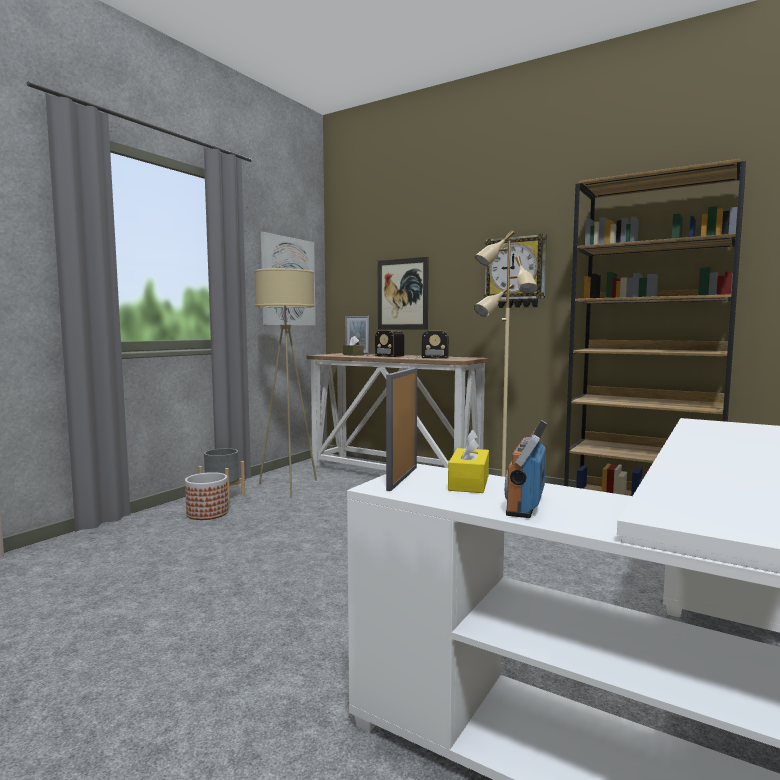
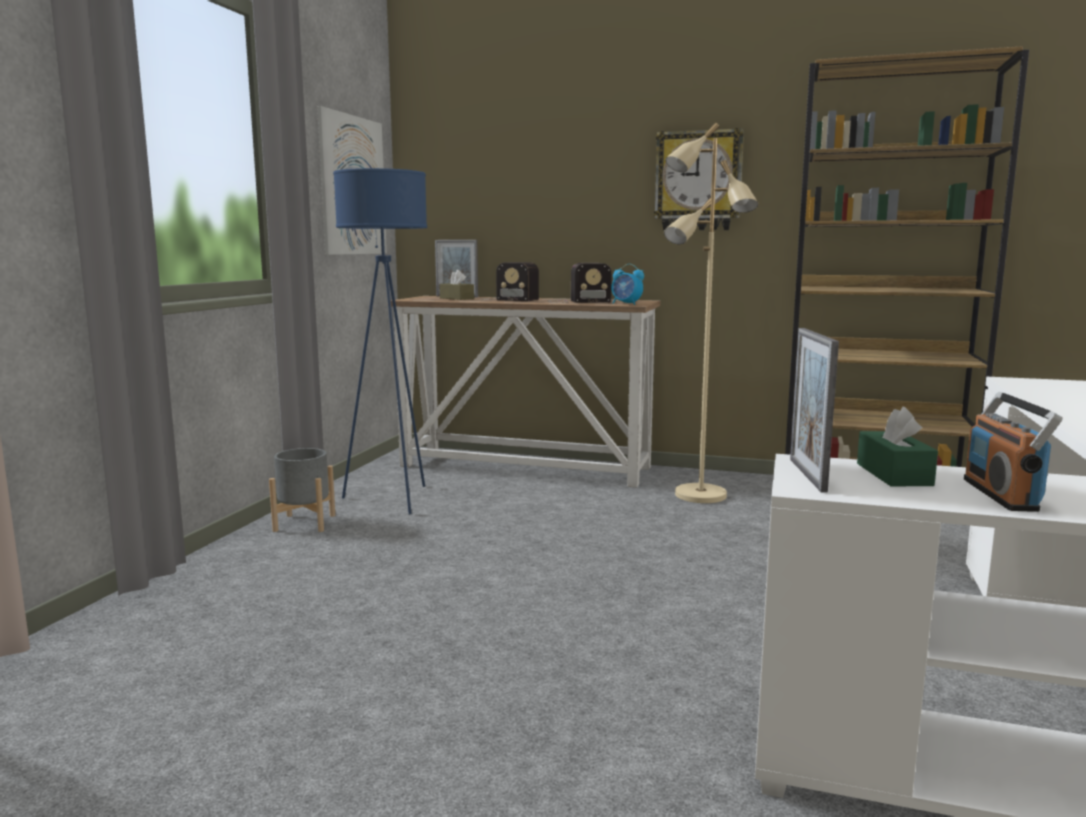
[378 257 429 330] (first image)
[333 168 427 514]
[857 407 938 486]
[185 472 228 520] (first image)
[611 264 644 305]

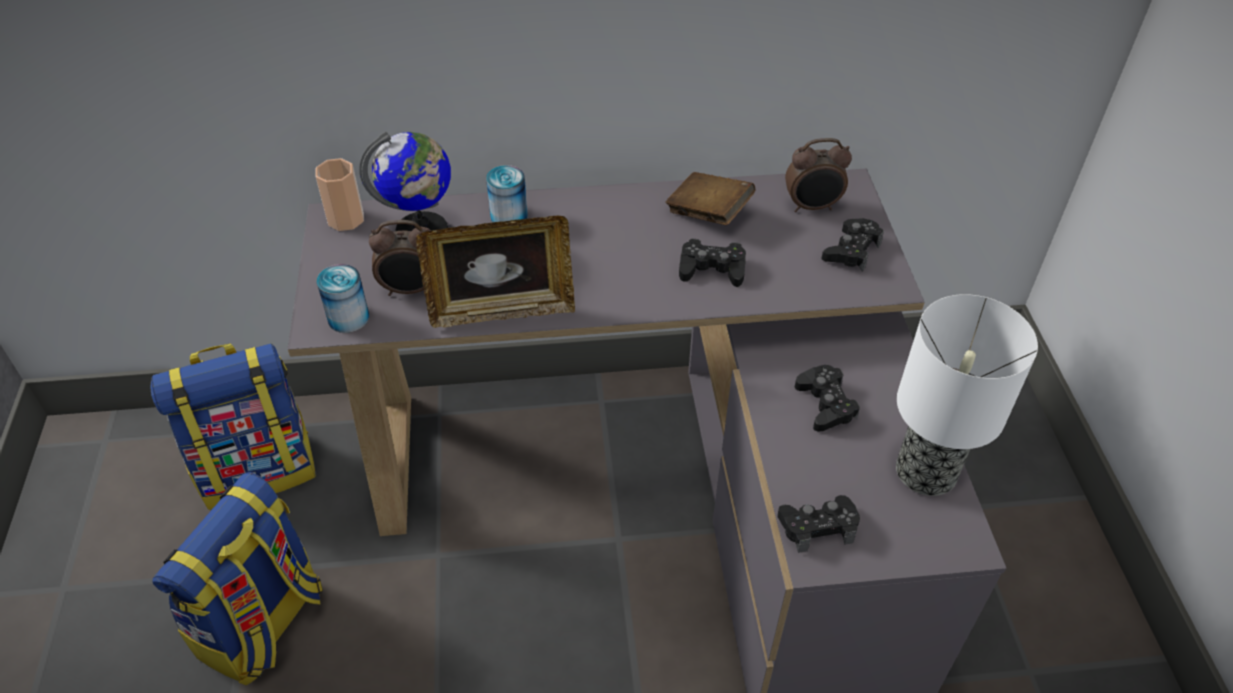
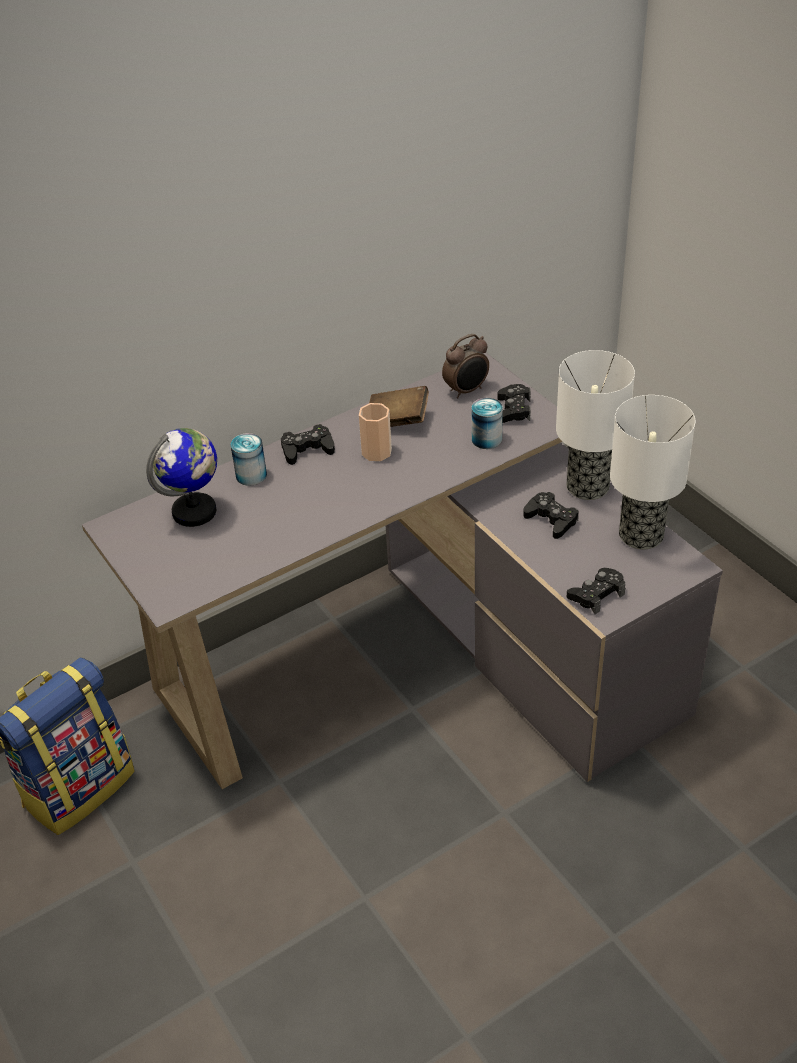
[359 403 392 461]
[416 216 575 328] (first image)
[369 220 431 296] (first image)
[281 424 335 465]
[472 398 503 449]
[152 472 323 685] (first image)
[556 350 635 500]

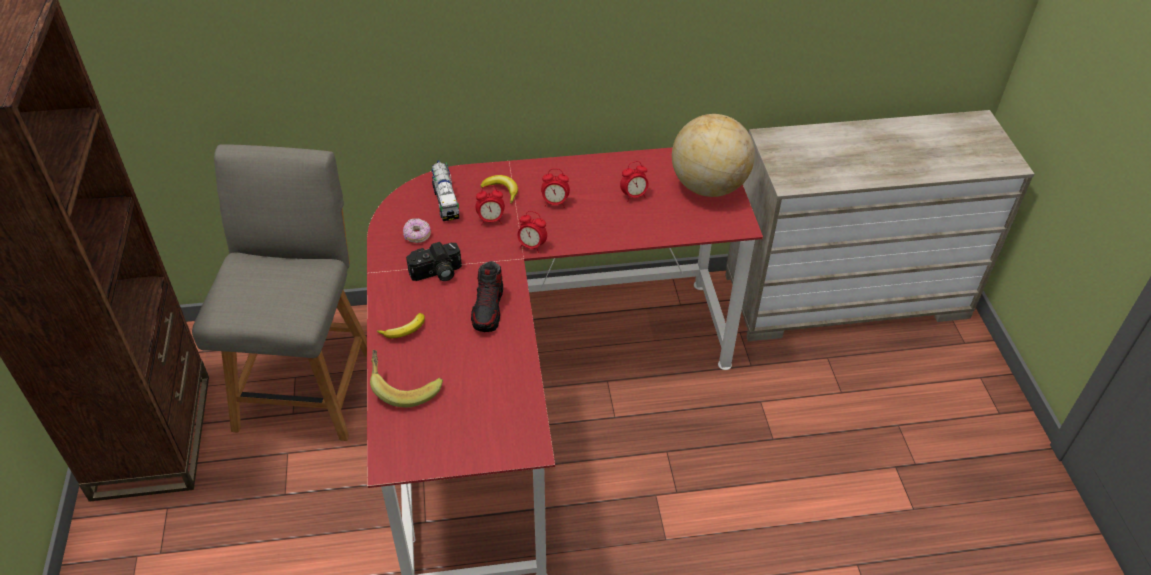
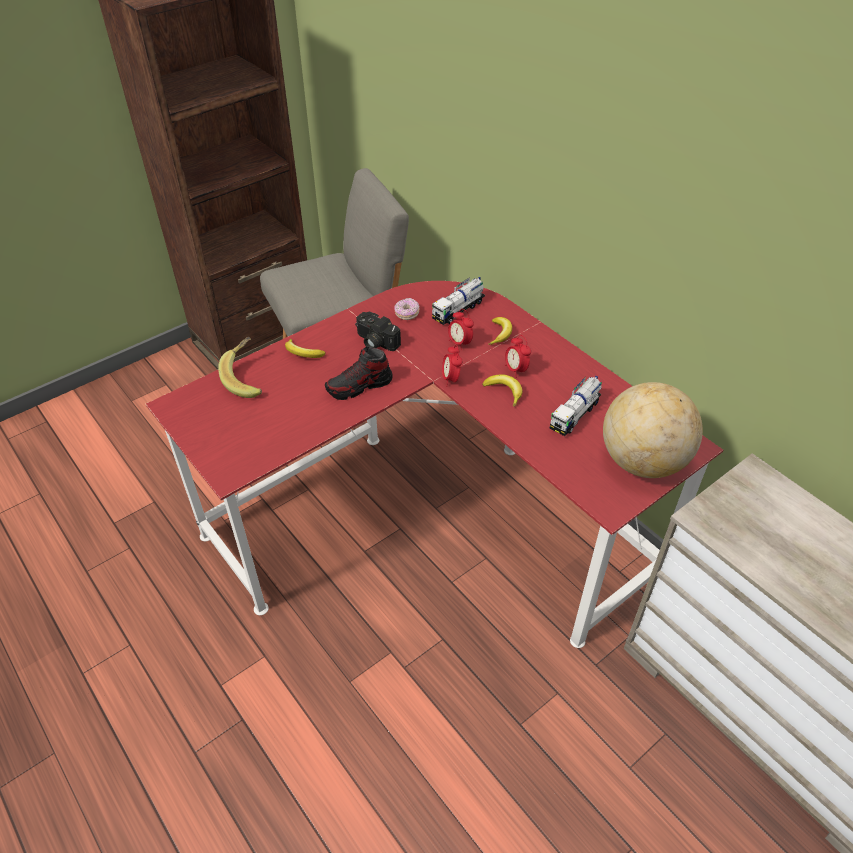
[550 376 602 436]
[483 374 522 406]

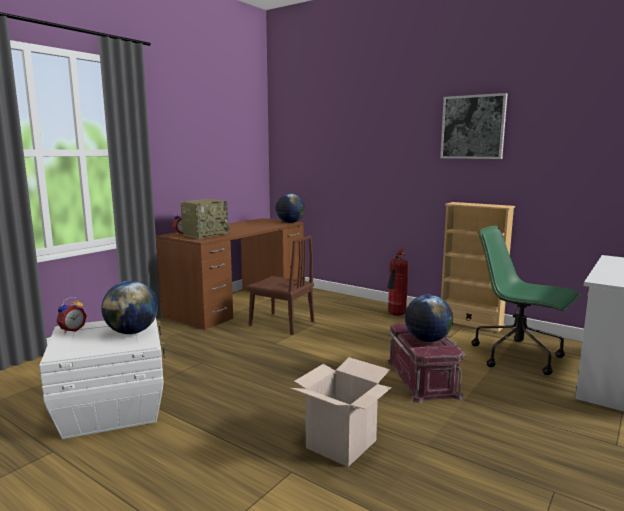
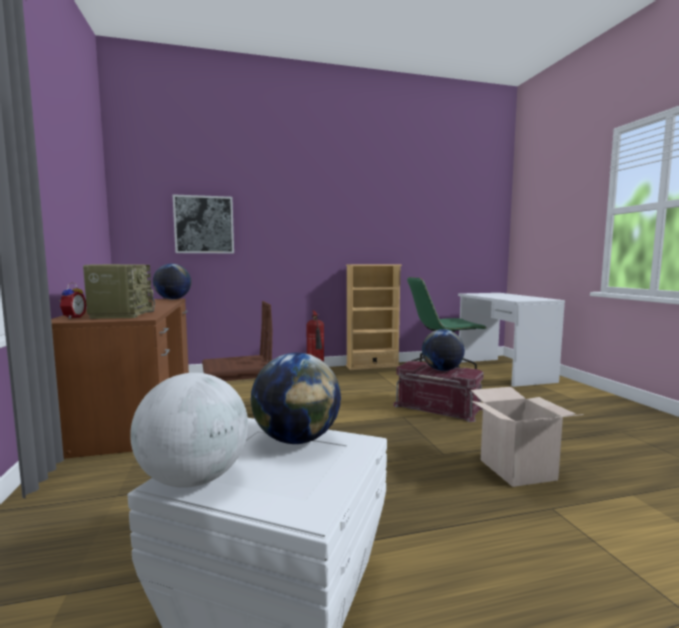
[172 194 234 253]
[130 373 248 488]

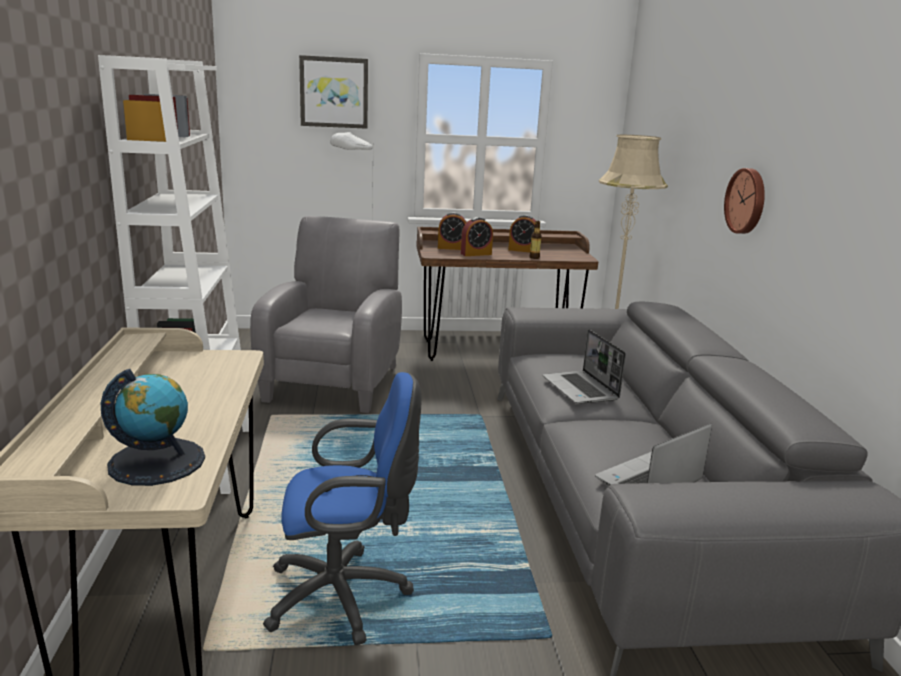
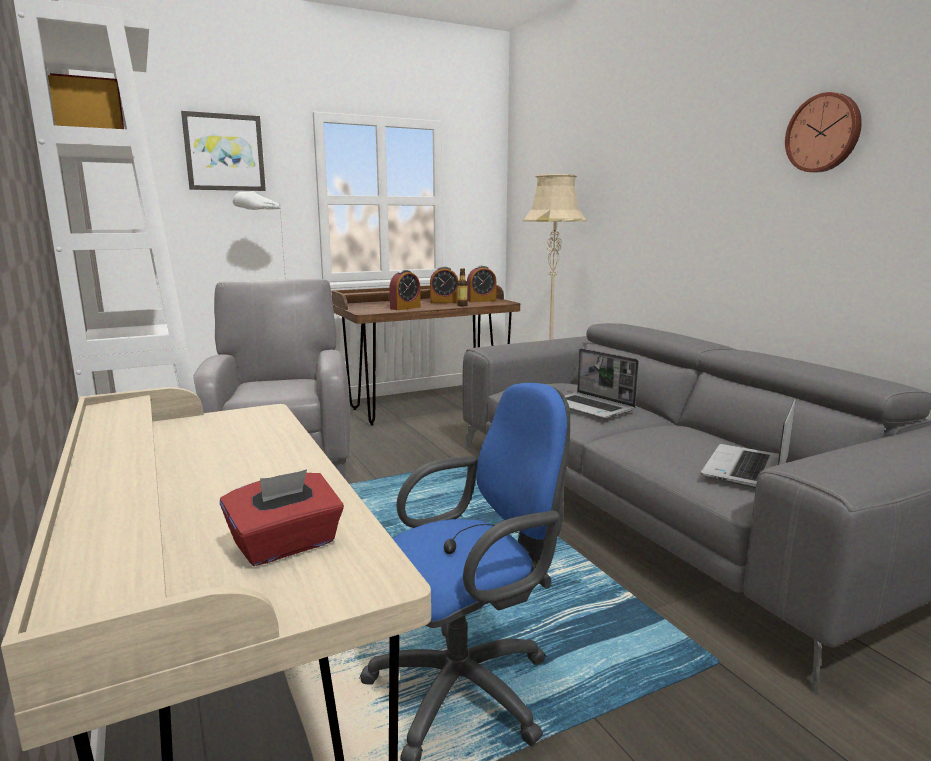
[785 92 862 172]
[467 266 497 302]
[220 469 344 566]

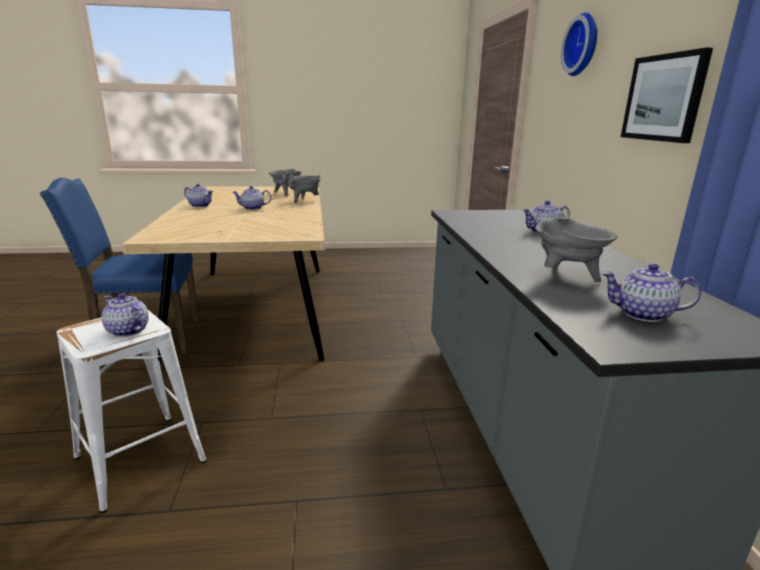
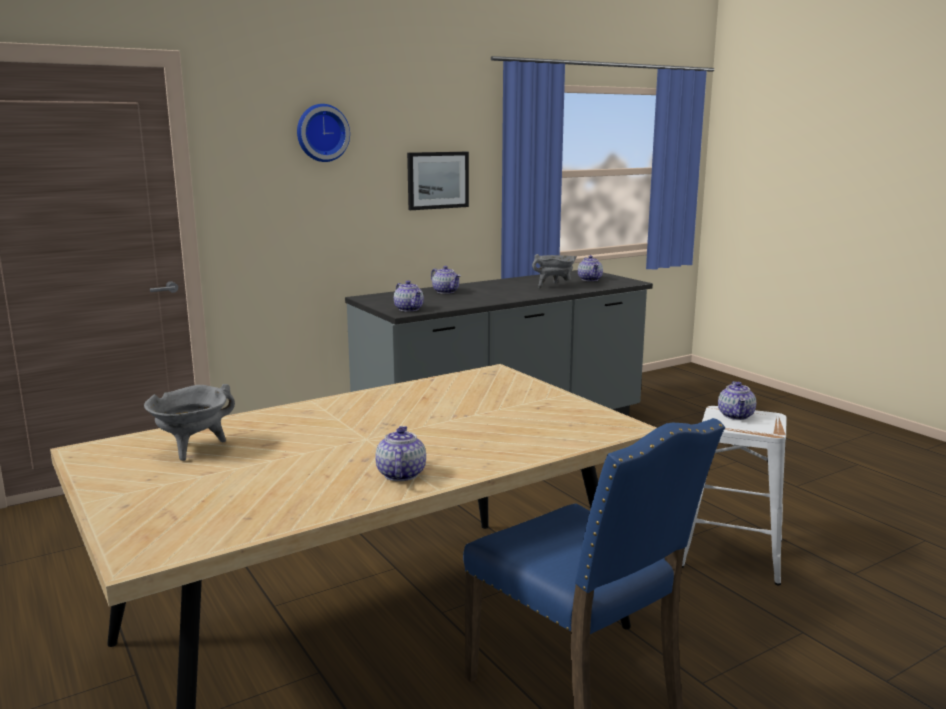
[287 175 320 203] (first image)
[394 280 424 312]

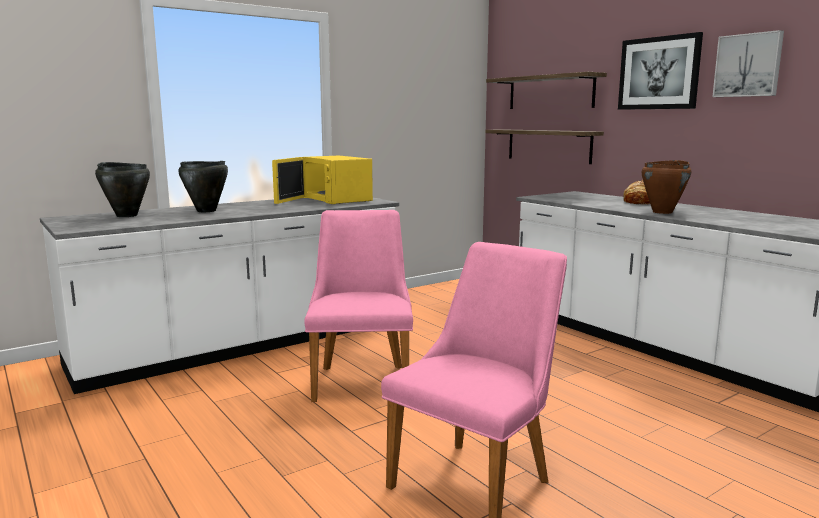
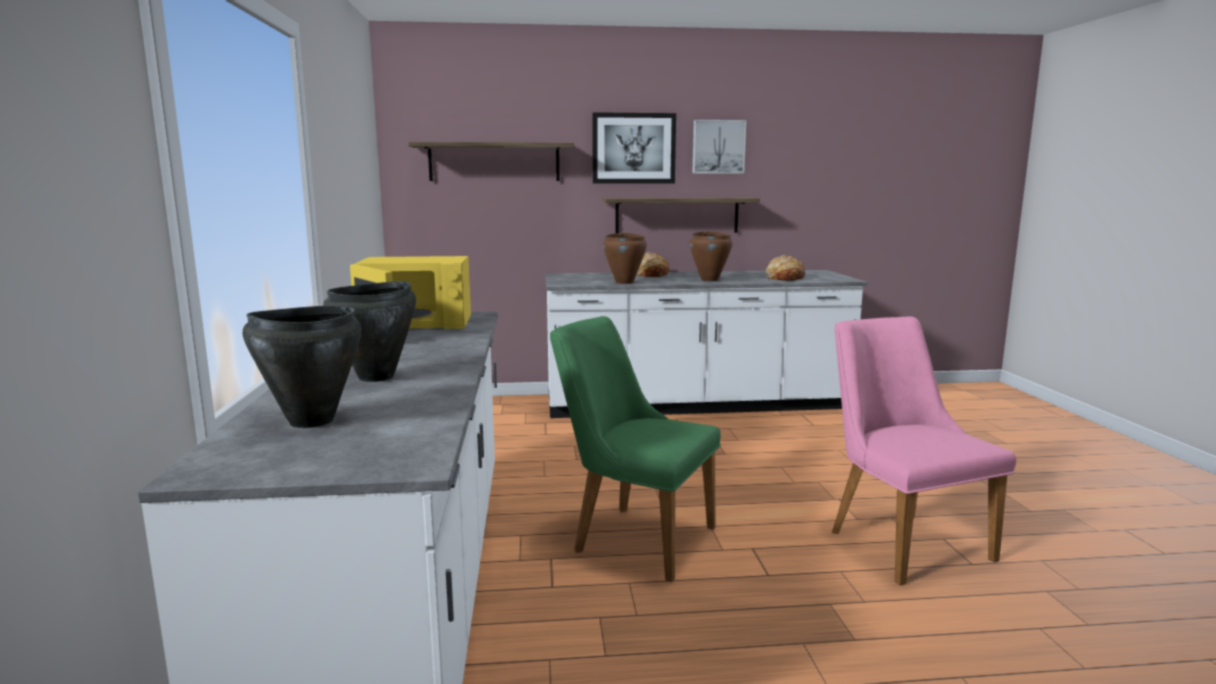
[603 198 760 233]
[550 316 721 582]
[603 233 647 284]
[765 255 805 281]

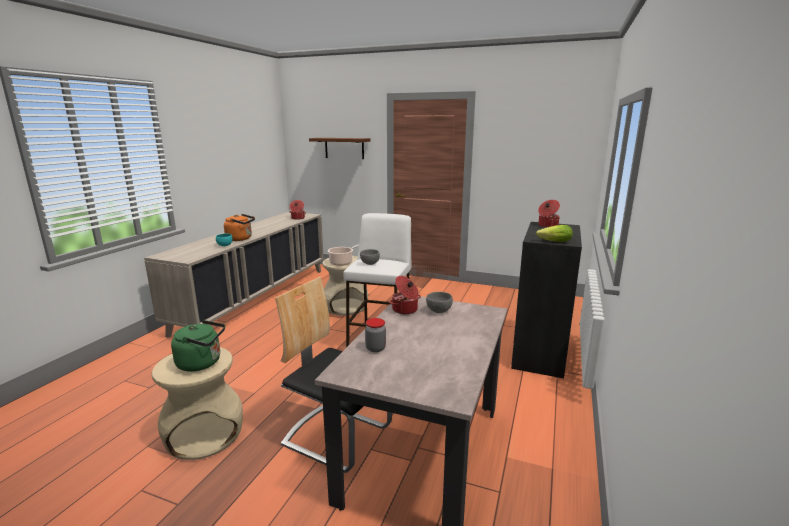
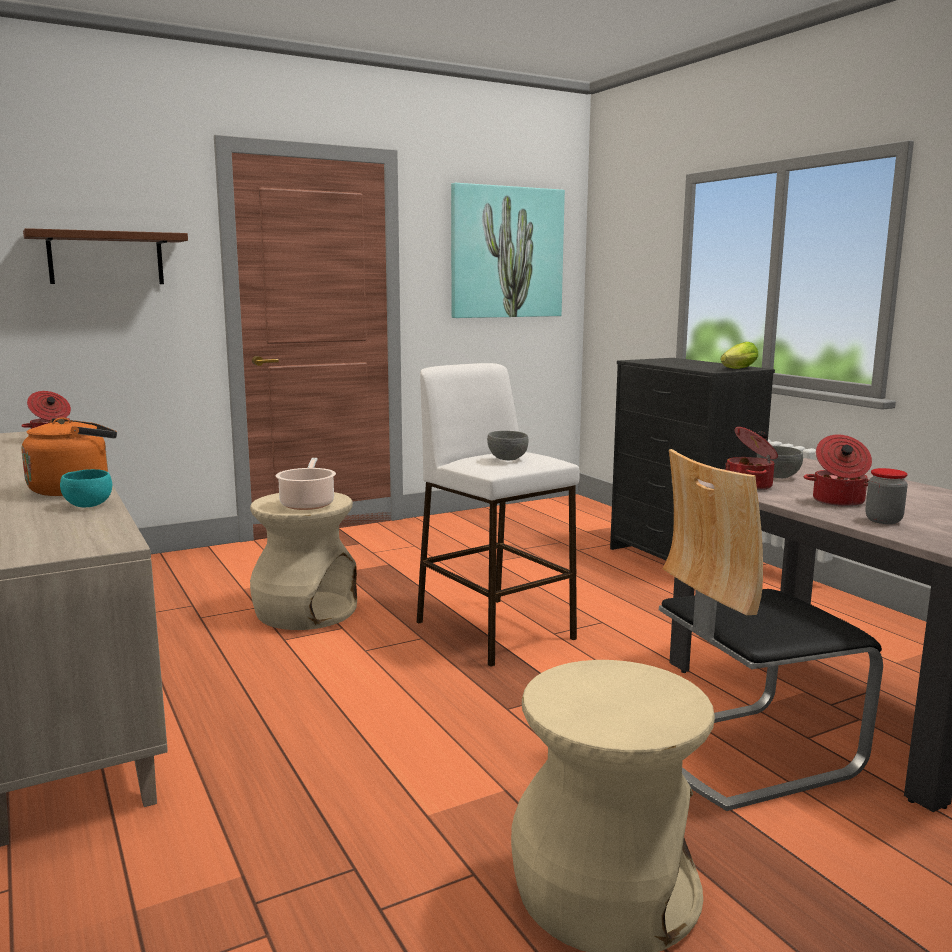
[804 435 872 507]
[171 320 225 372] (first image)
[451 183 565 318]

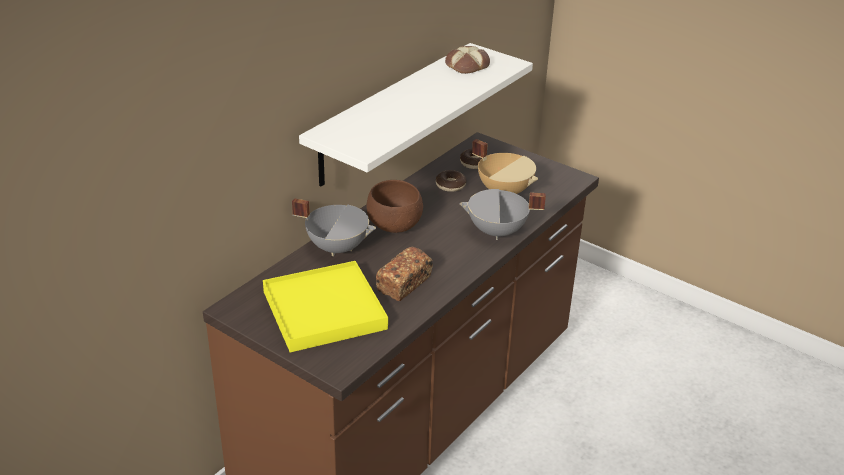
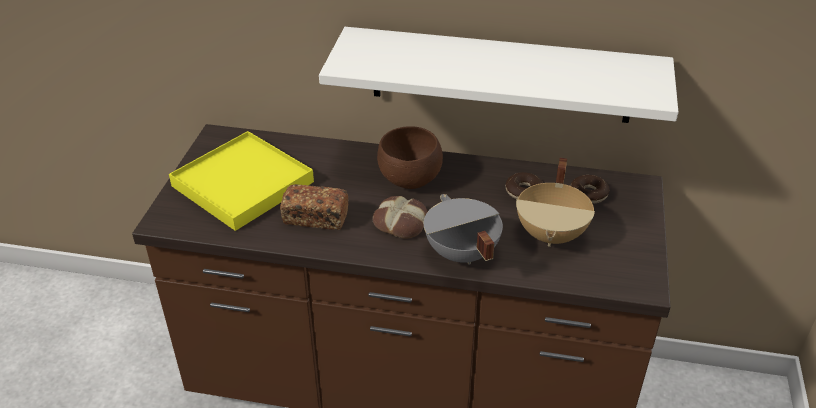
[373 196 428 239]
[292 198 376 256] (first image)

